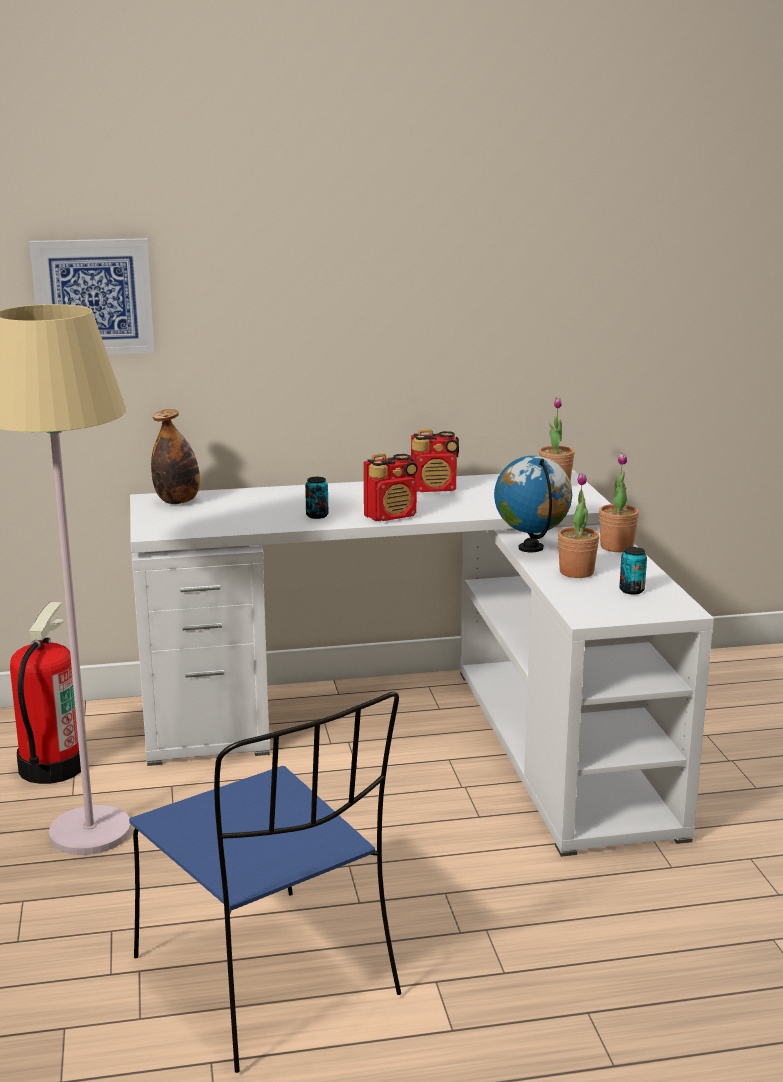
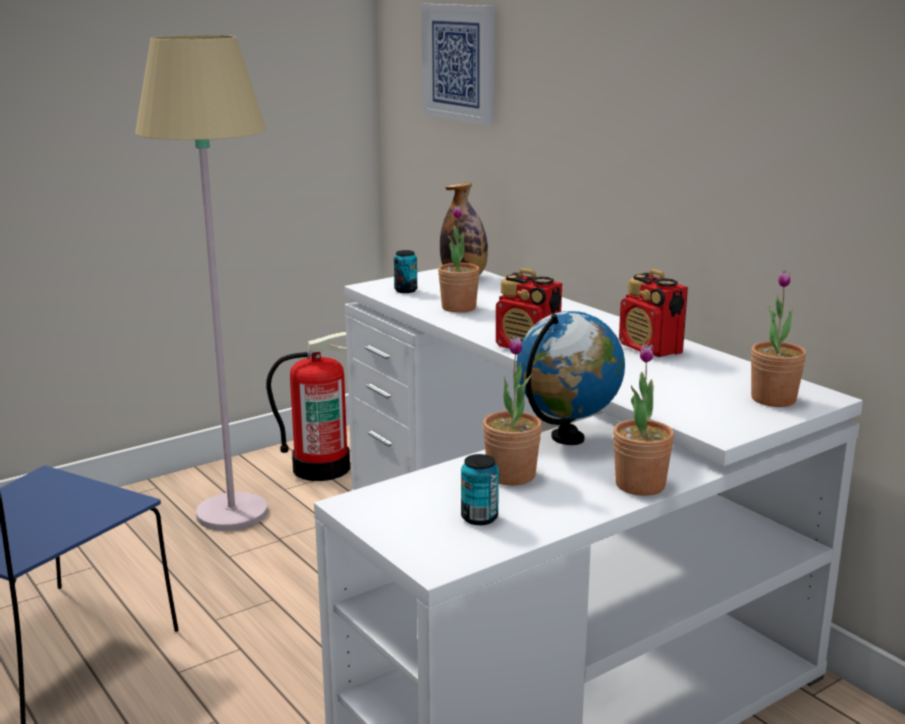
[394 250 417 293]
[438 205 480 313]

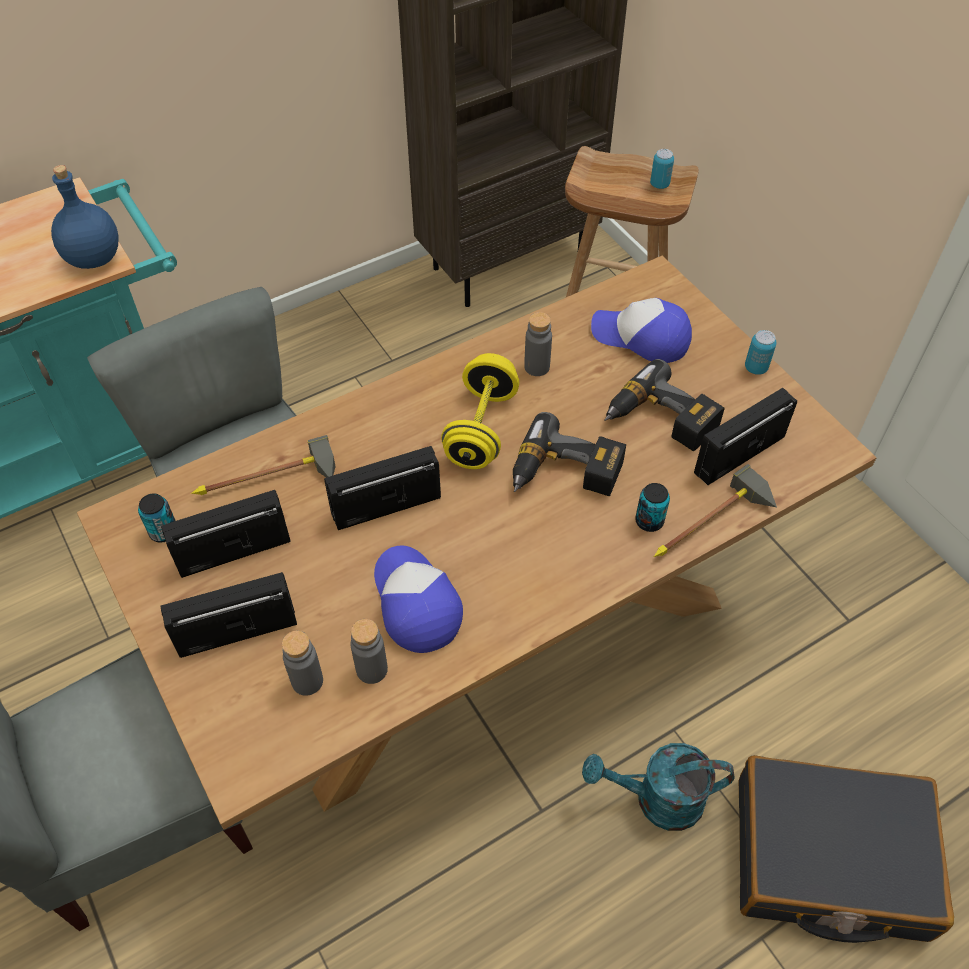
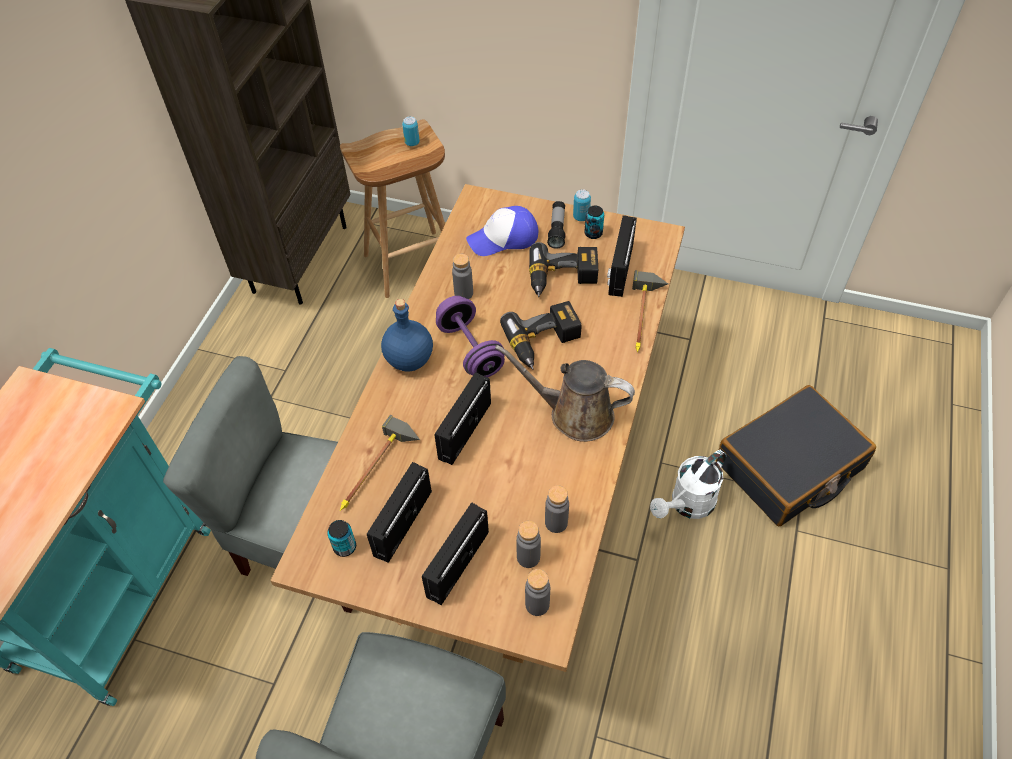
[381 299 433 372]
[436 296 505 378]
[584 205 604 239]
[374 546 463 653] (first image)
[650 450 726 519]
[547 201 566 249]
[495 345 635 442]
[525 569 550 616]

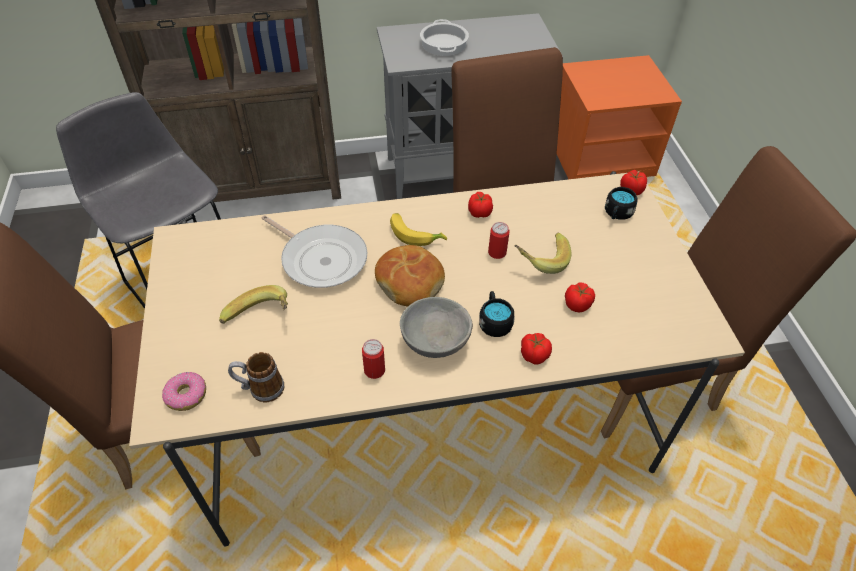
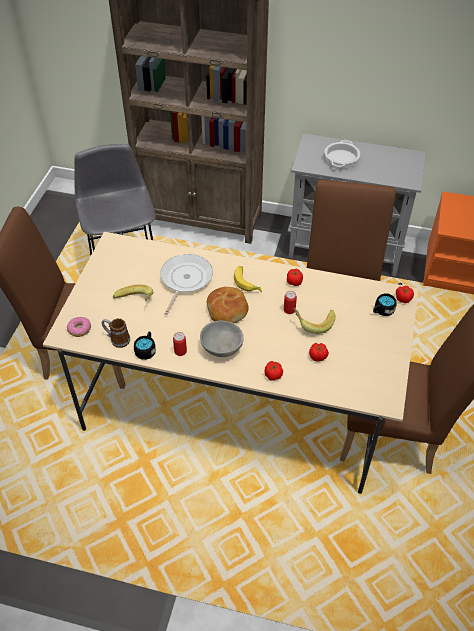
[160 254 213 315]
[134 331 156 360]

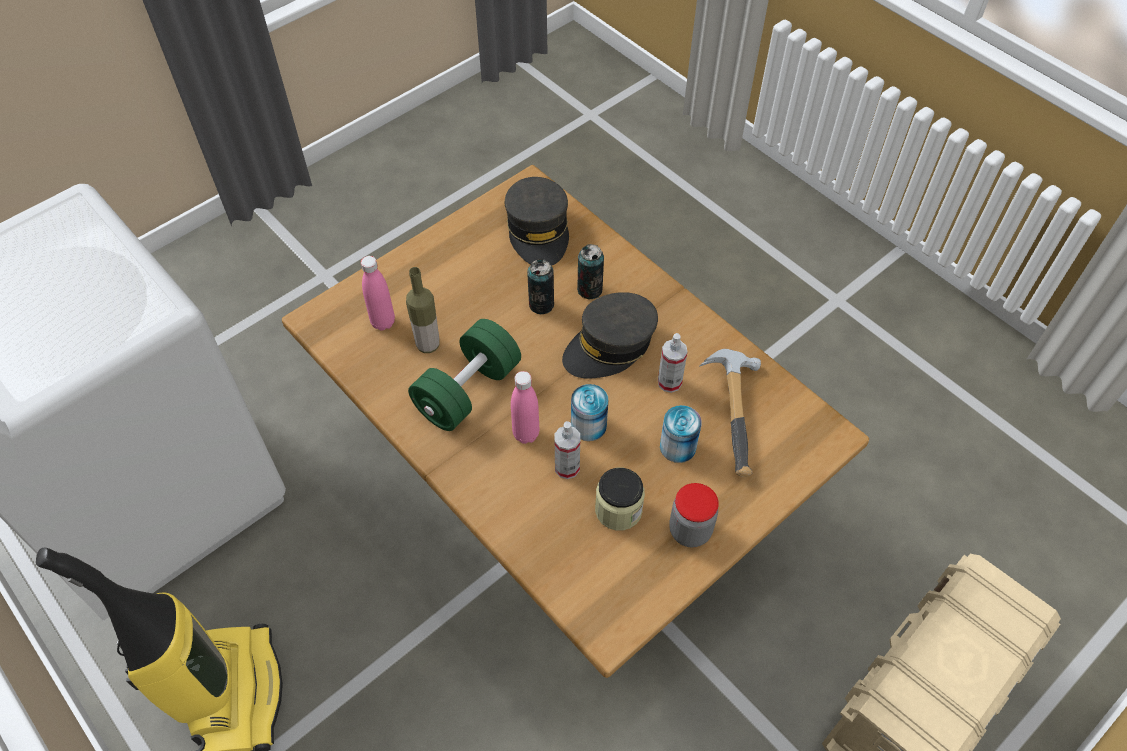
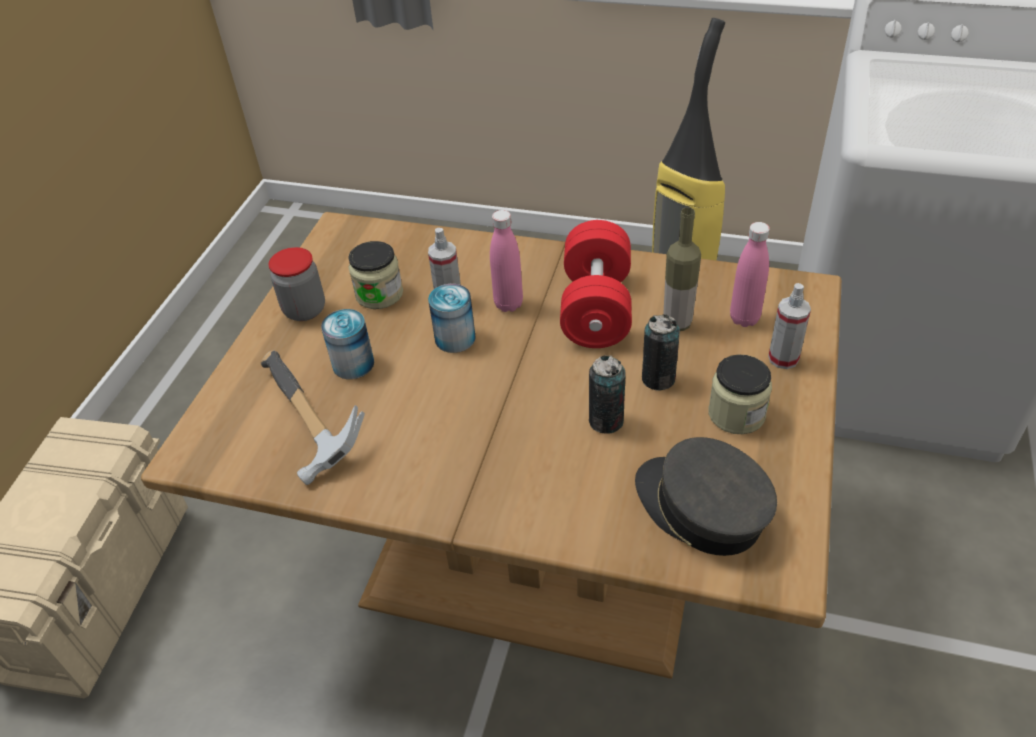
[642 314 680 391]
[562 292 658 379] (first image)
[560 220 632 348]
[768 283 811 369]
[708 354 772 434]

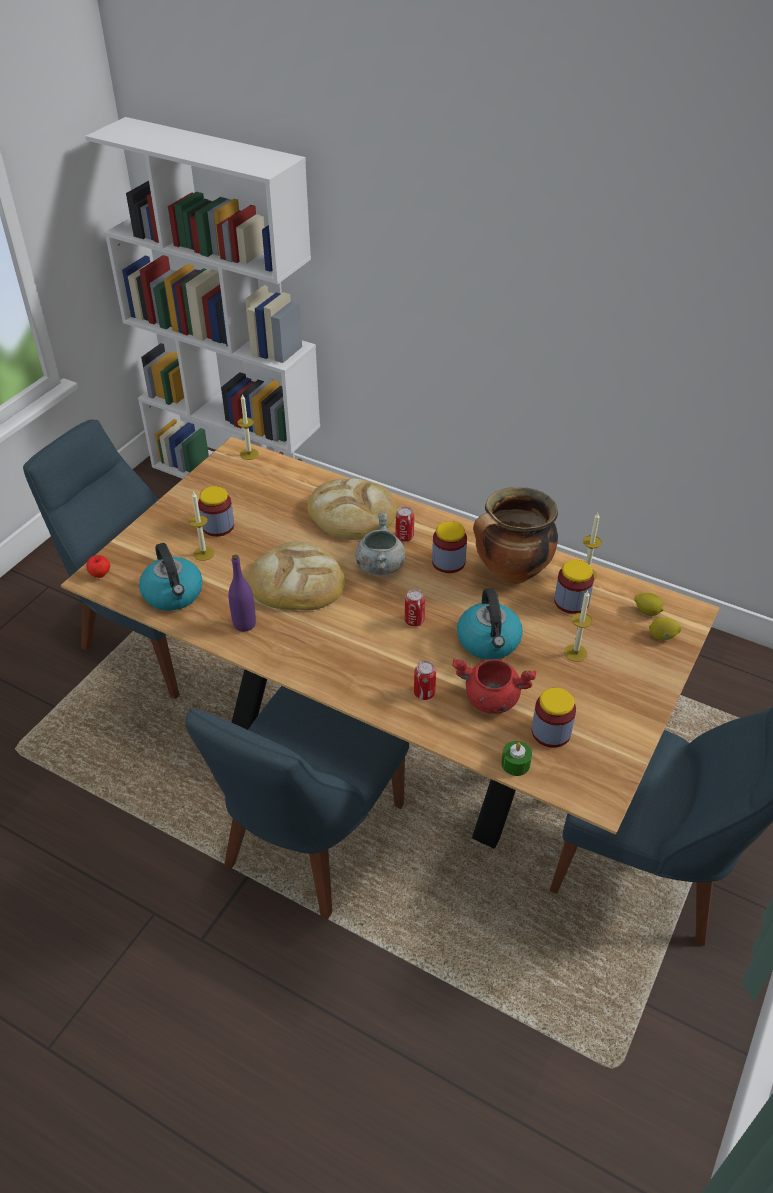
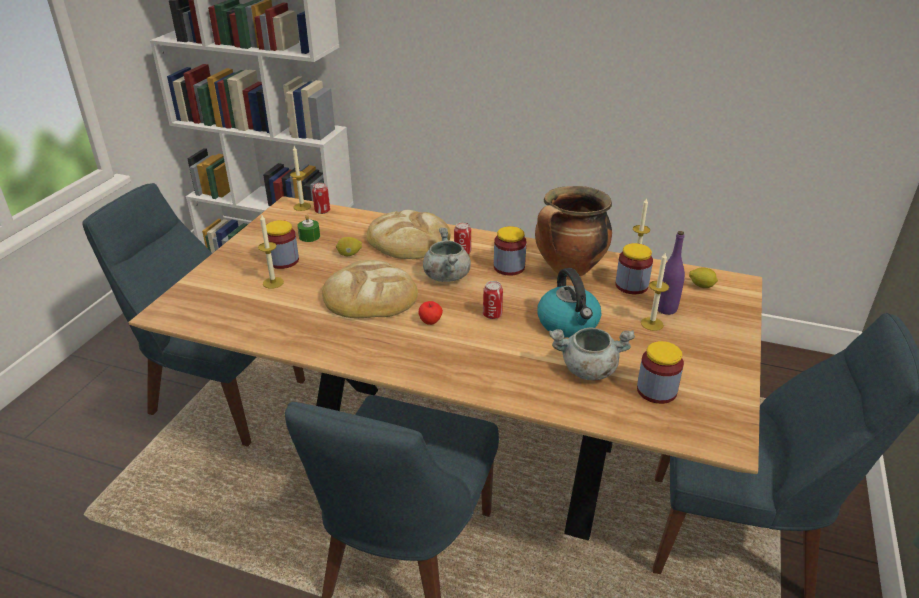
[139 543 203 611] (first image)
[658 231 685 315]
[419 301 443 325]
[336 237 362 256]
[549 328 635 380]
[312 183 330 214]
[298 215 320 242]

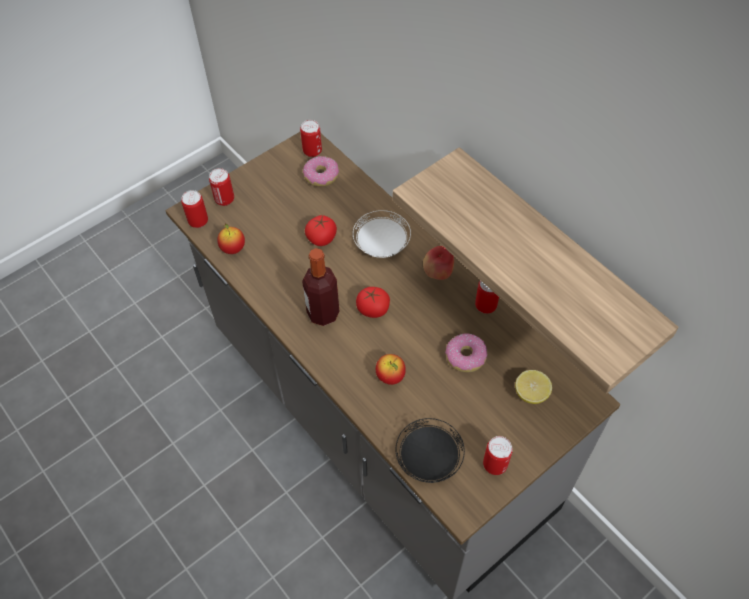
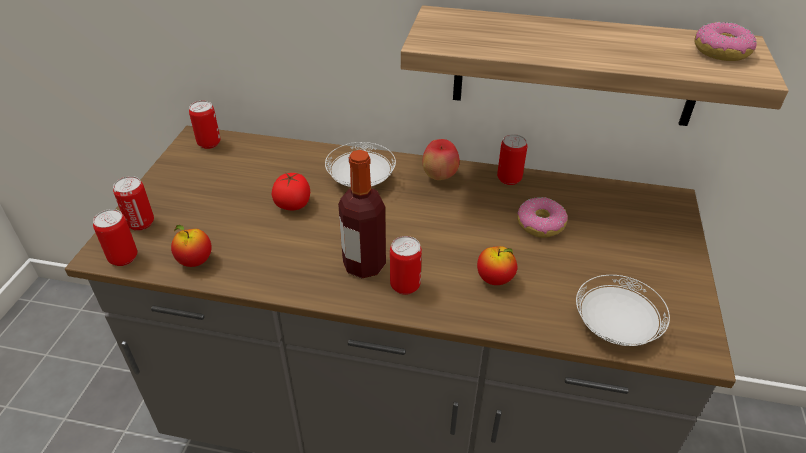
[694 22 757 61]
[356 287 390 318] (first image)
[515 370 552 404] (first image)
[576 275 670 346]
[390 236 422 295]

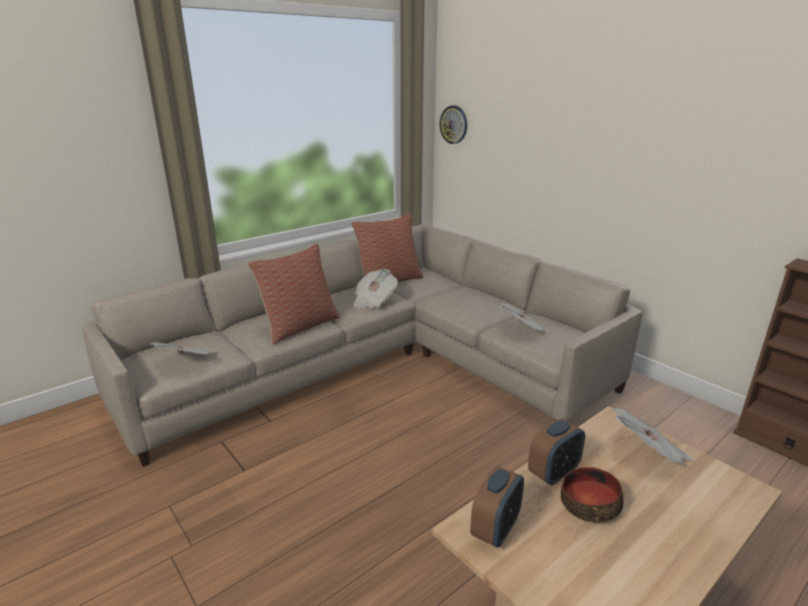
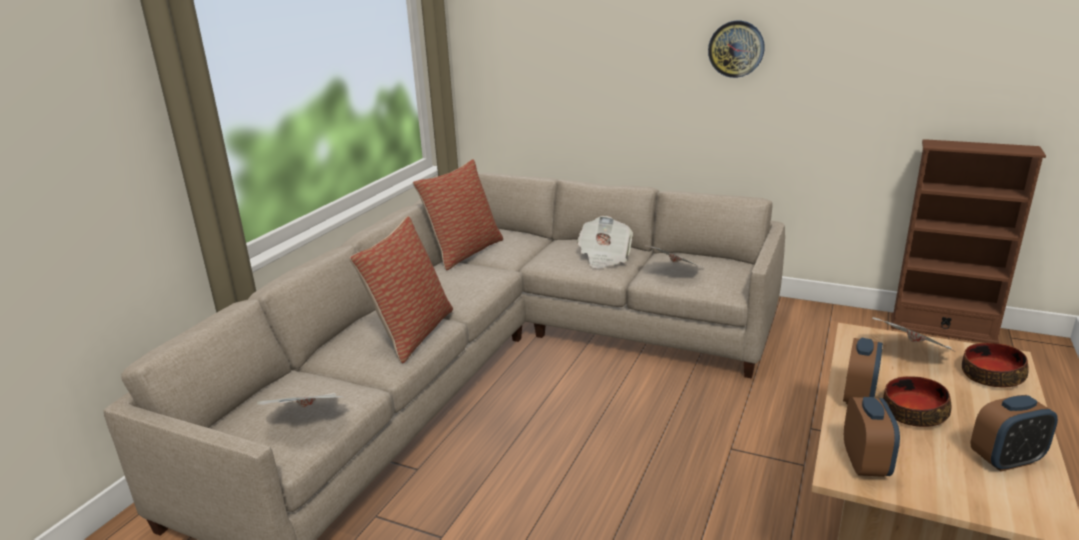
[708 21 765 78]
[577 216 633 269]
[962 343 1029 387]
[970 395 1058 472]

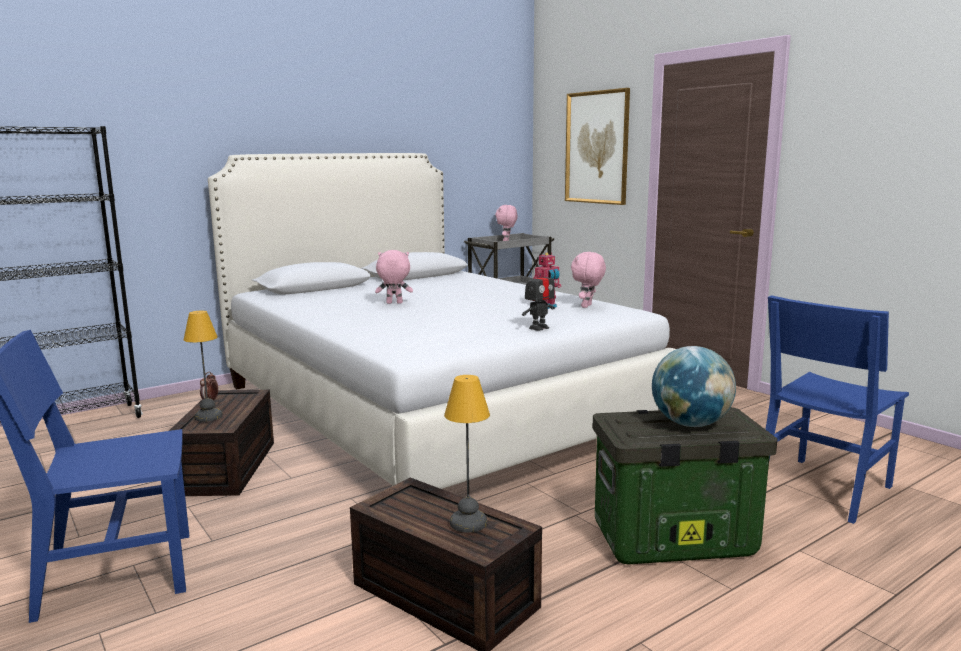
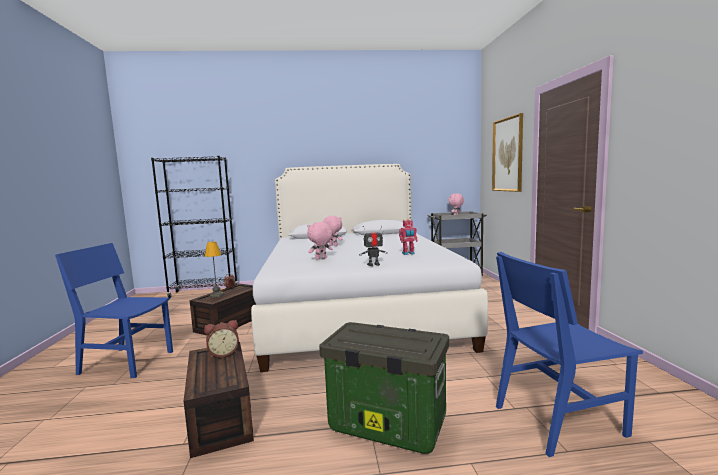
[307 222 332 260]
[652 346 736 427] (first image)
[444 375 490 532] (first image)
[204 320 239 358]

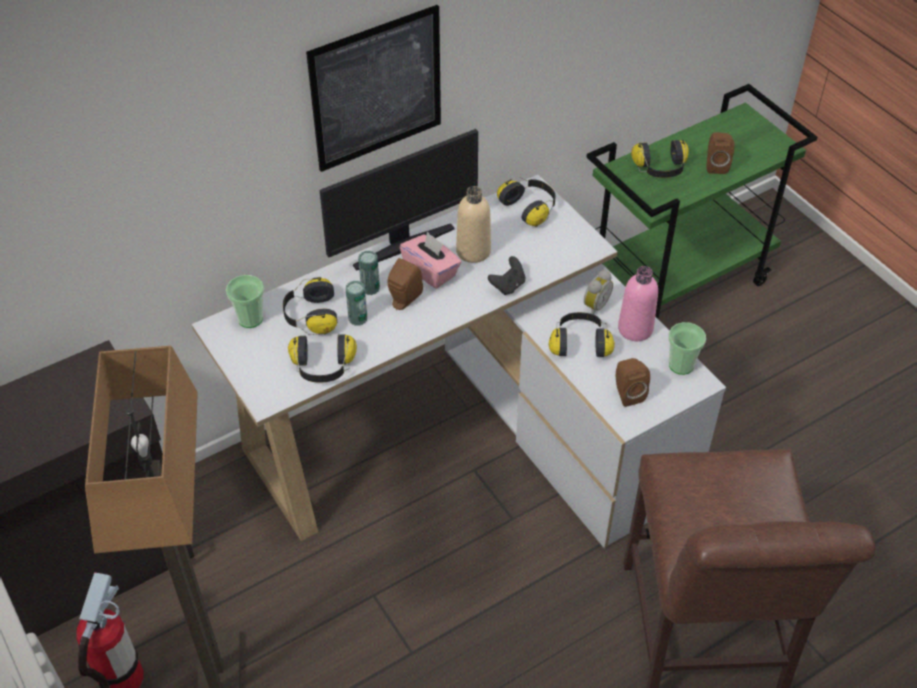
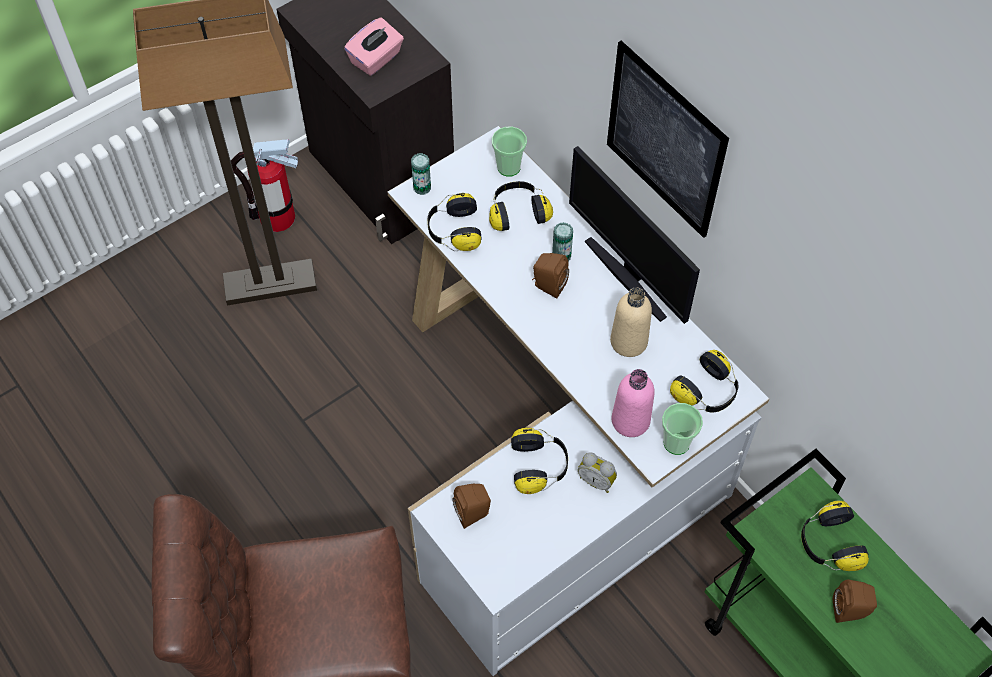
[344 17 404 76]
[488 256 525 295] (first image)
[611 369 655 437]
[411 153 431 195]
[662 403 703 455]

